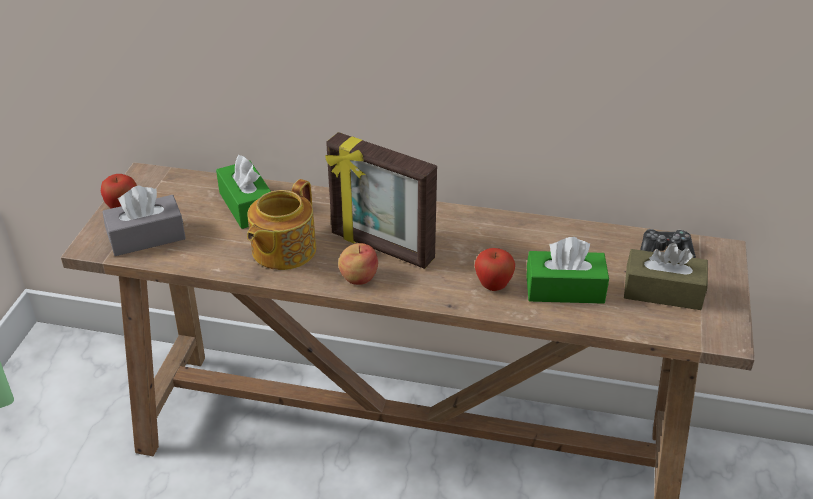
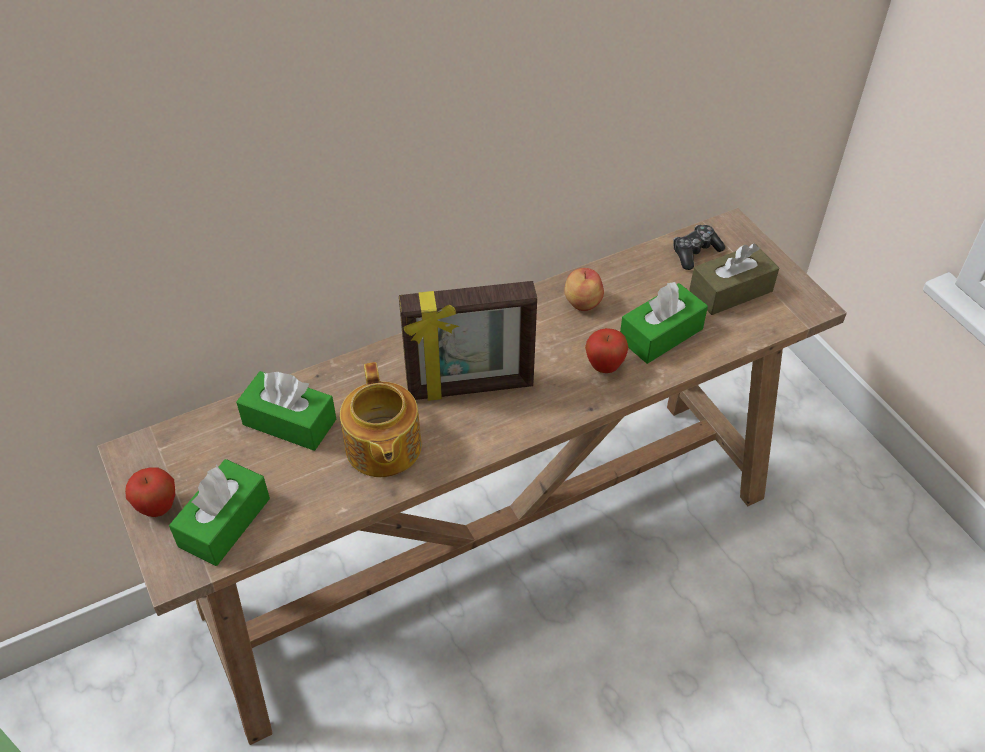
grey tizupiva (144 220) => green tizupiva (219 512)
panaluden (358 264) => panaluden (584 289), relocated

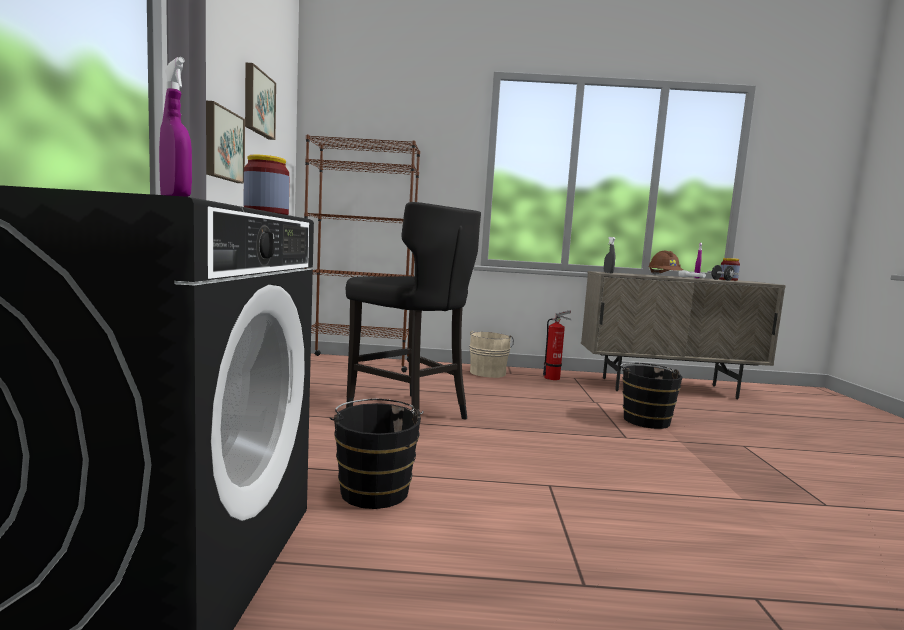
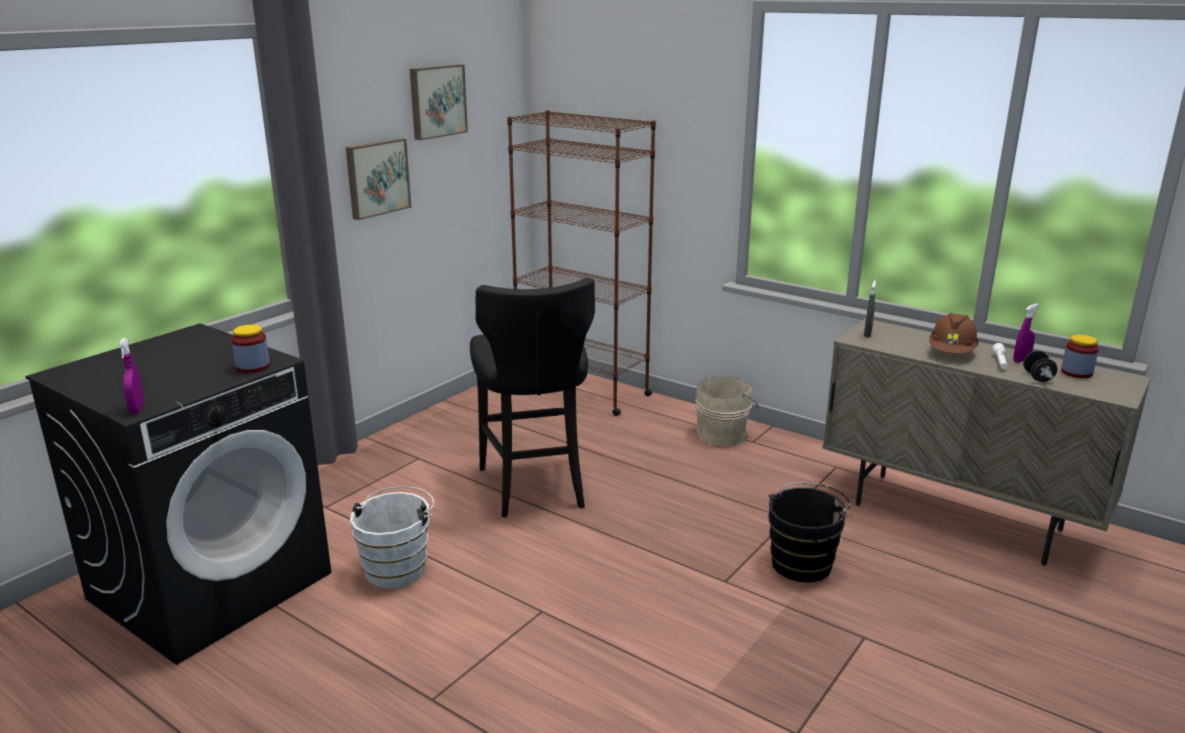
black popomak (377 454) => white popomak (392 537)
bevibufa (557 345) => nothing

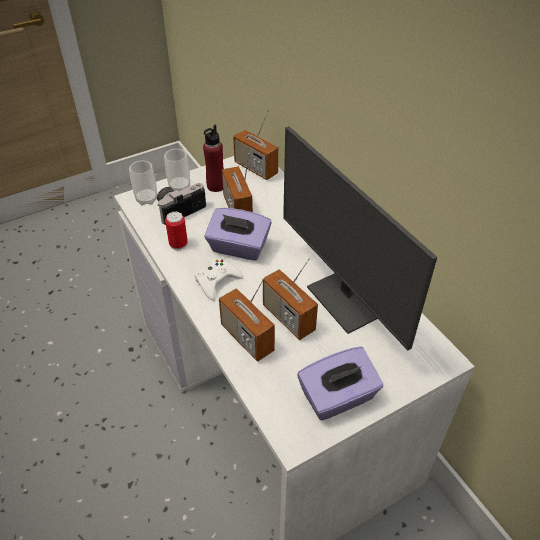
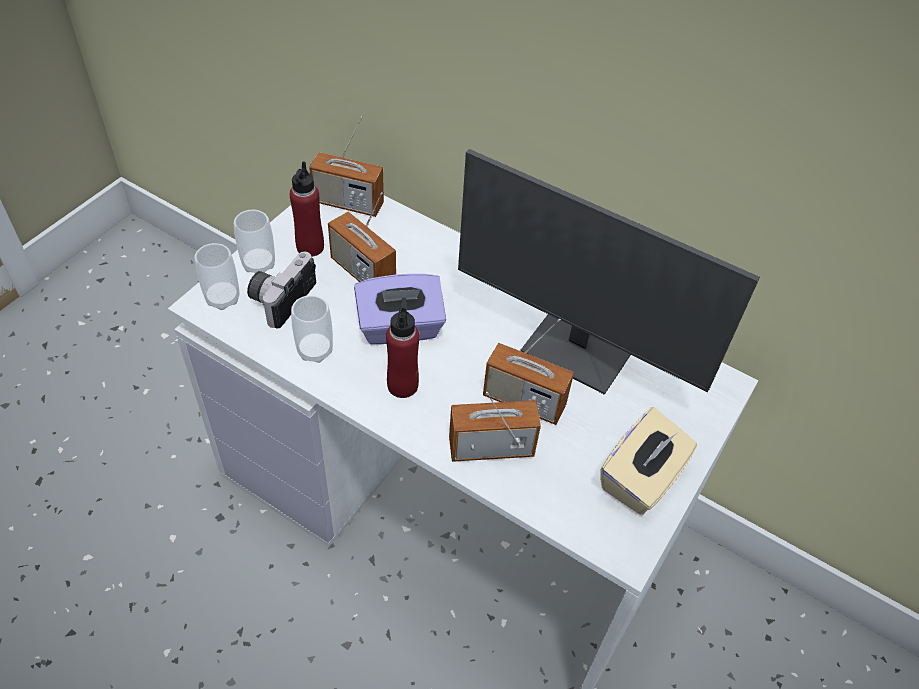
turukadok (176 230) => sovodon (312 329)
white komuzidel (219 279) => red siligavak (402 348)
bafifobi (247 320) => bafifobi (495 427), 150 degrees clockwise
purple tizupiva (340 384) => beige tizupiva (648 461)

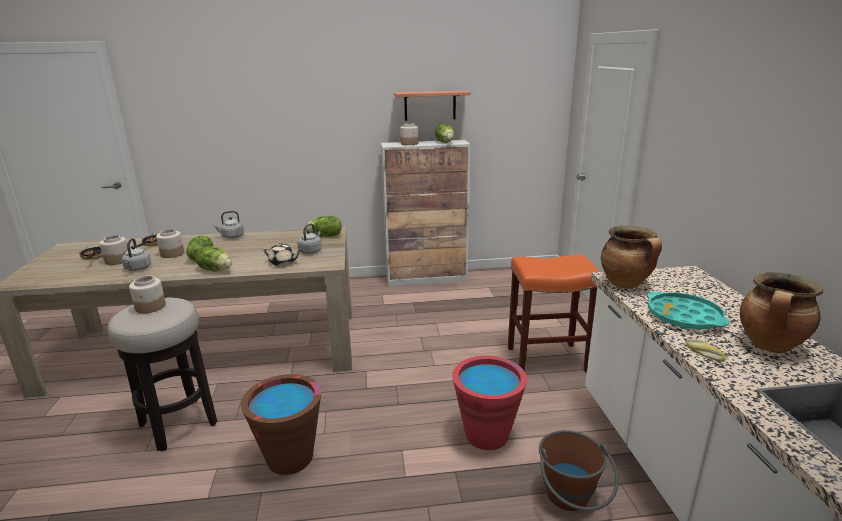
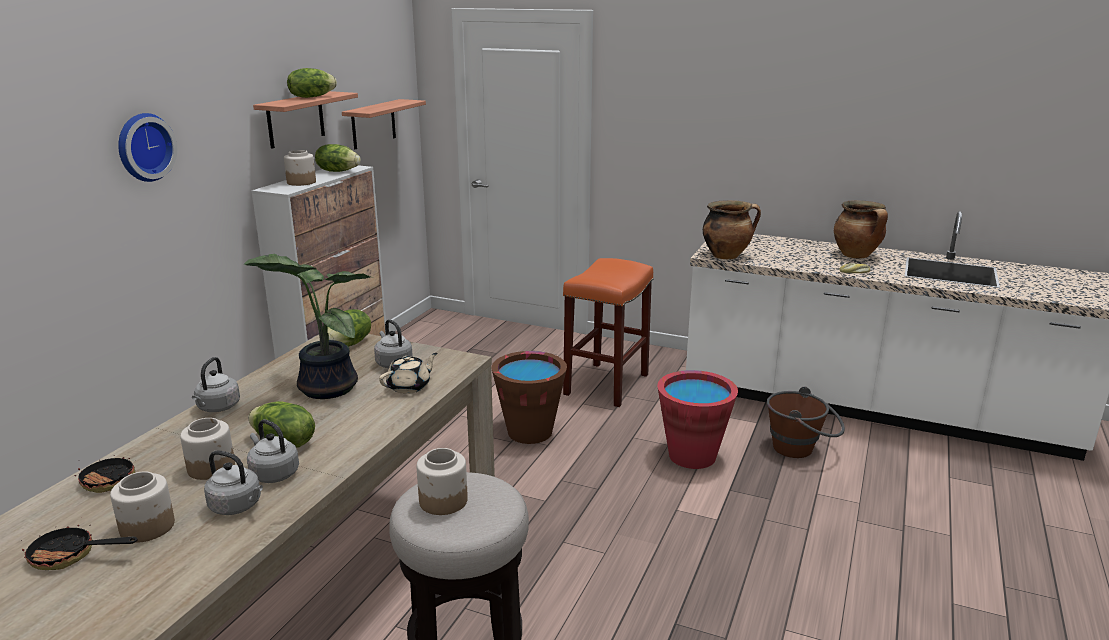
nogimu (213 259) => nogimu (312 83), relocated
brown popomak (281 424) => brown popomak (529 397), relocated
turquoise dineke (688 310) => nothing
nothing => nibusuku (147 147)
nothing => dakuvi (307 326)
nothing => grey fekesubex (273 451)
nothing => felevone (384 124)

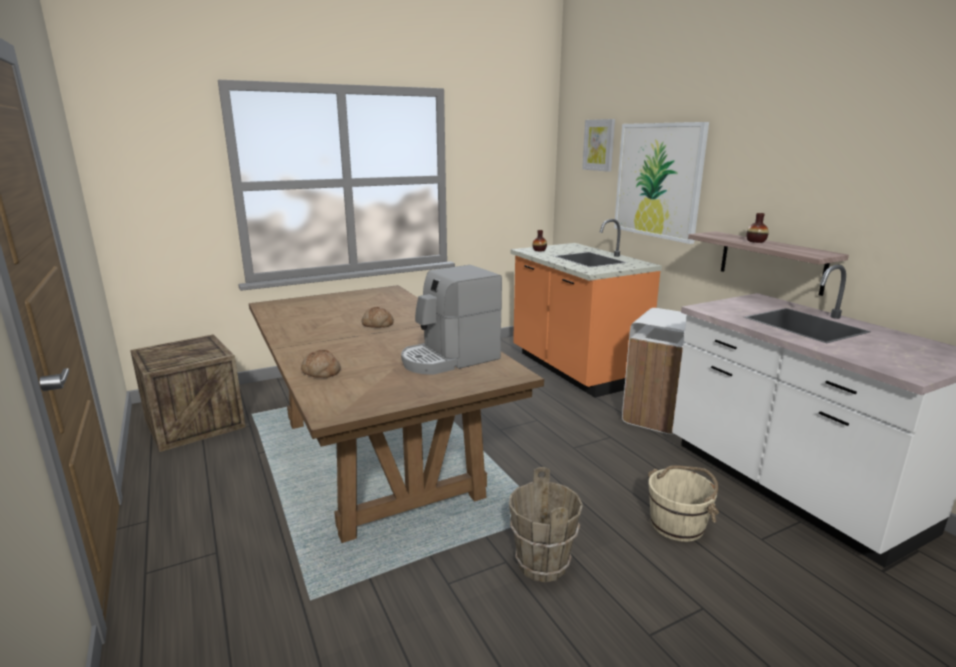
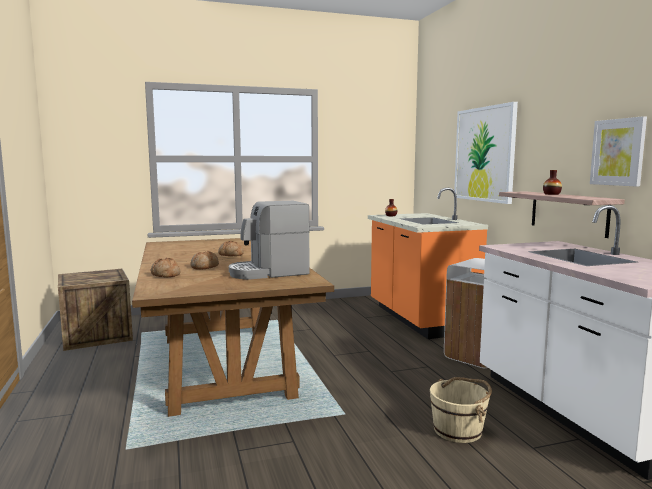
brown popomak (546 524) => nothing
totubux (598 145) => totubux (618 151), relocated
nothing => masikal (204 260)

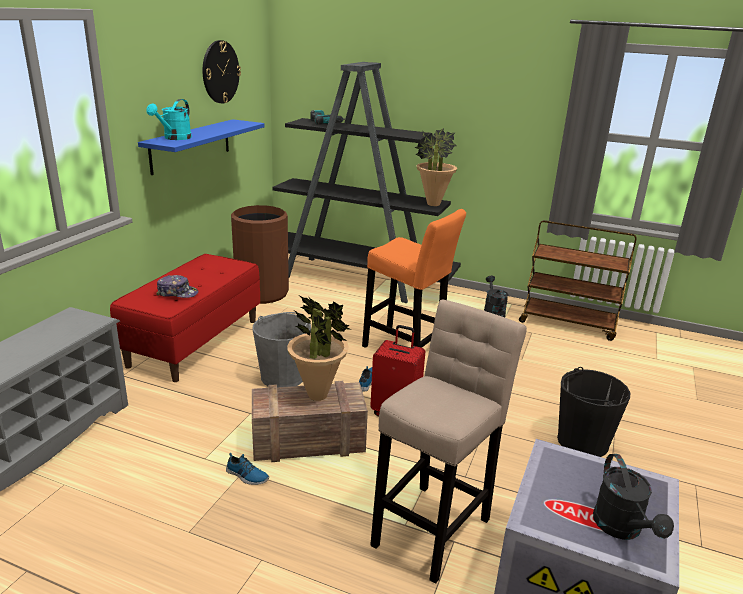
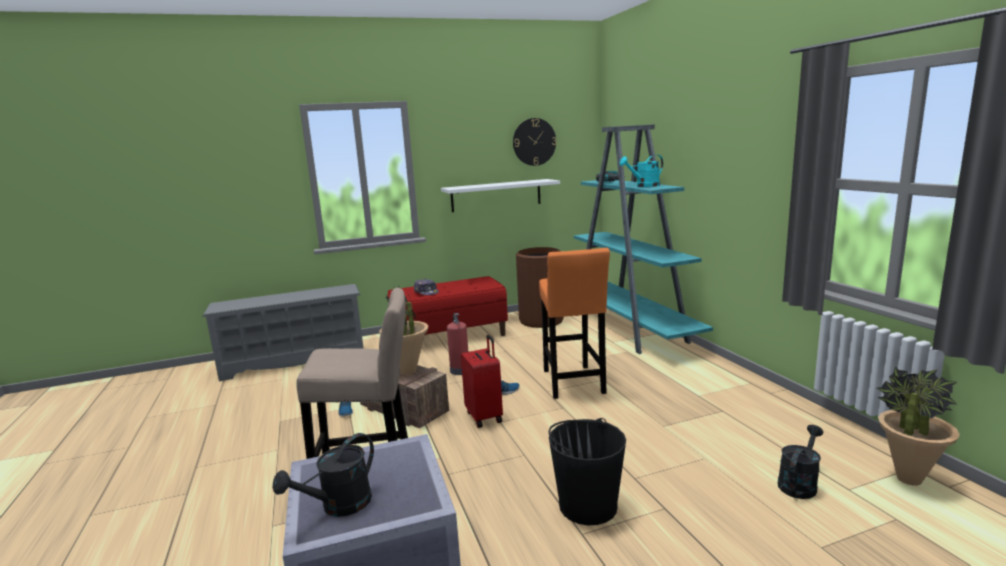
blue felevone (201 147) => white felevone (500 195)
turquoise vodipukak (169 119) => turquoise vodipukak (641 171), relocated
grey popomak (282 349) => bevibufa (457 344)
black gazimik (366 182) => turquoise gazimik (643 239)
dakuvi (435 167) => dakuvi (918 426), relocated
black vodipukak (496 296) => black vodipukak (801 462), relocated
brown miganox (577 280) => nothing

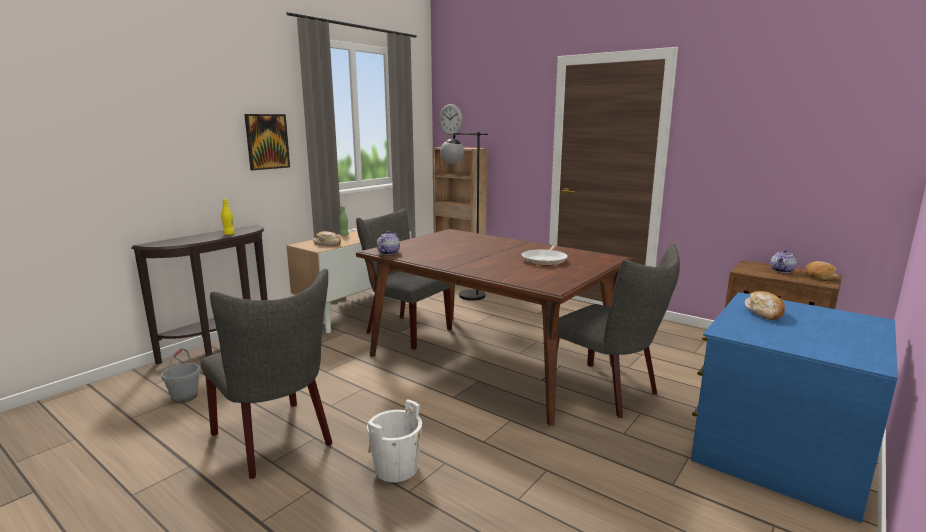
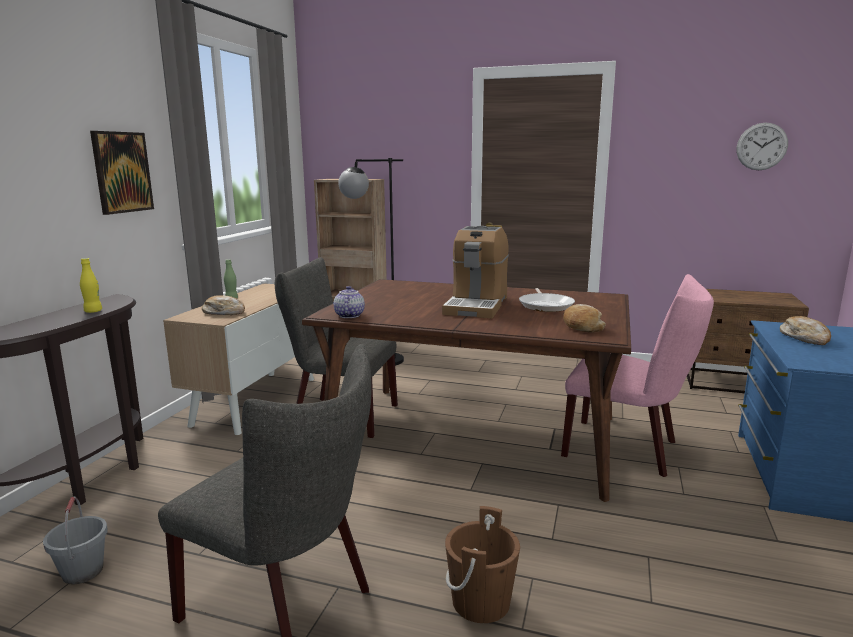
white popomak (394 440) => brown popomak (482 564)
nibusuku (451 119) => nibusuku (762 146), relocated
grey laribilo (618 331) => pink laribilo (637 375)
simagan (784 261) => nothing
masikal (822 271) => masikal (584 318), relocated
nothing => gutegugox (475 272)

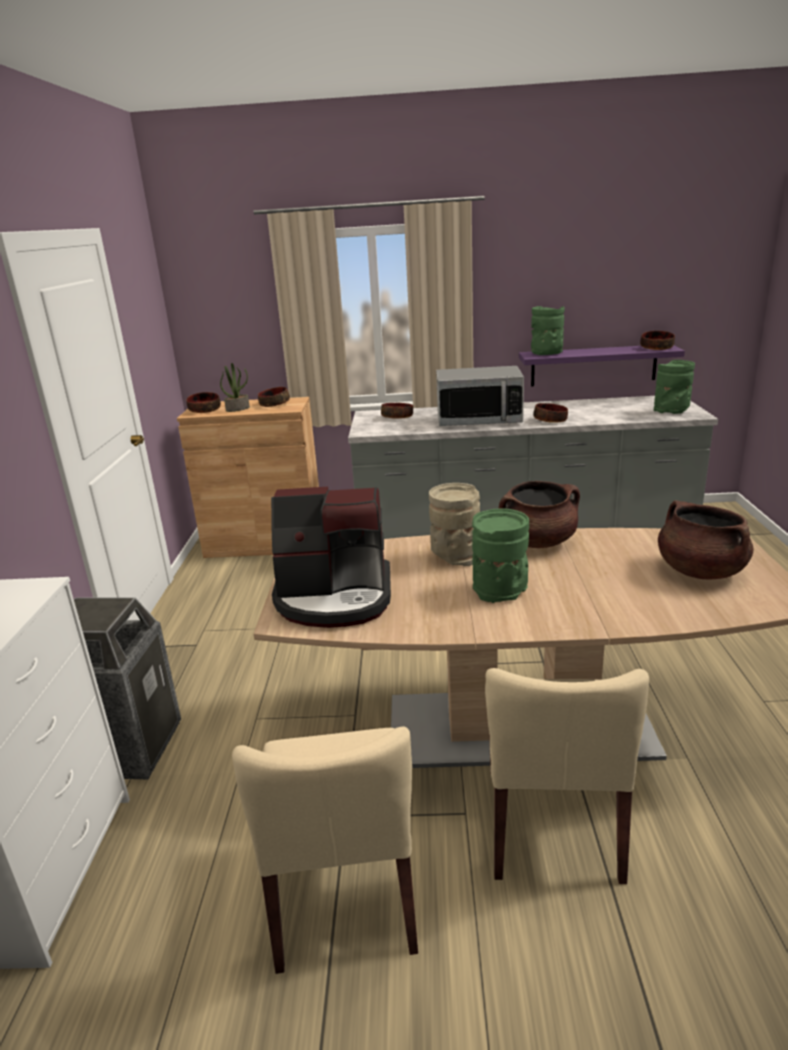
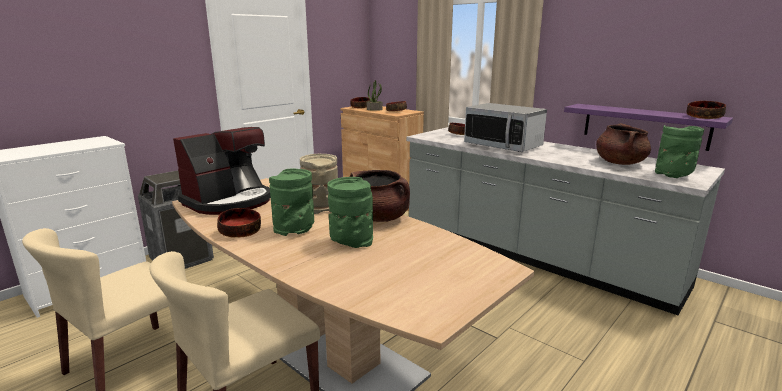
gutegugox (331 557) => gutegugox (222 171), 90 degrees counterclockwise
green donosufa (548 330) => green donosufa (350 212), relocated
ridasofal (550 413) => ridasofal (239 223), relocated
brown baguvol (706 540) => brown baguvol (623 144), relocated

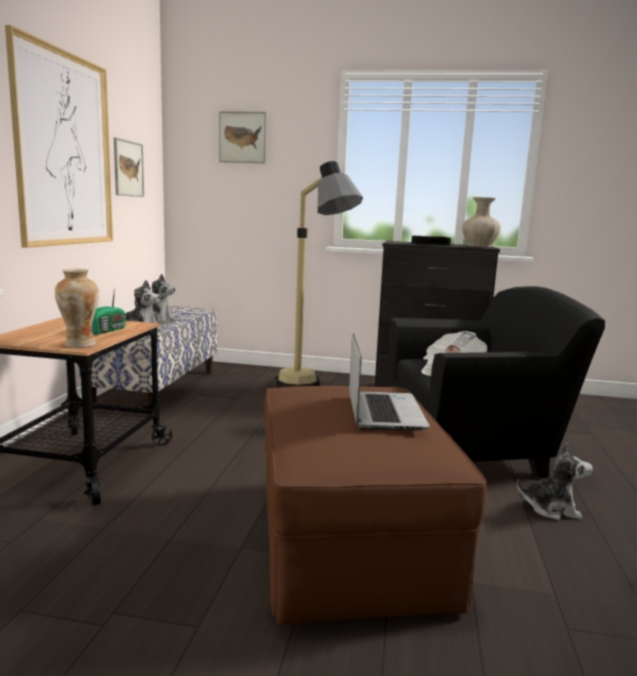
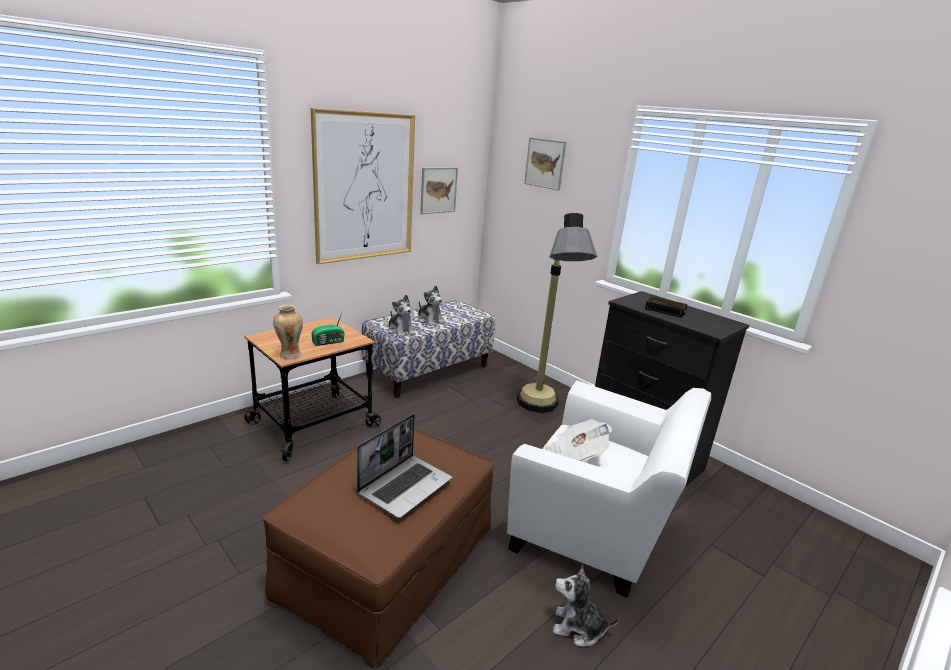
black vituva (496 382) => white vituva (609 489)
beige donosufa (481 222) => nothing
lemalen (555 481) => lemalen (586 605), 150 degrees clockwise

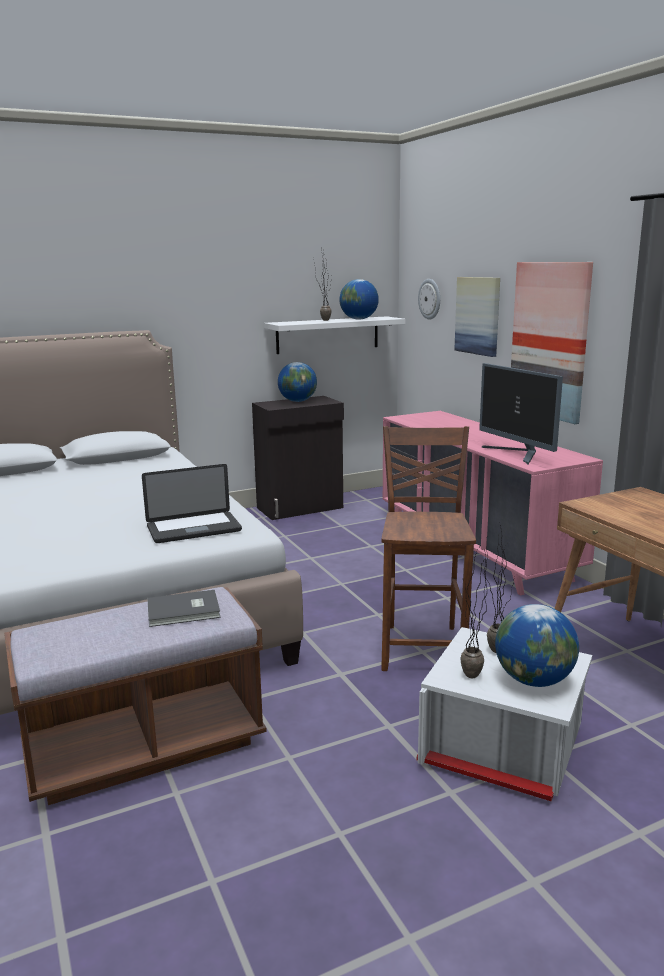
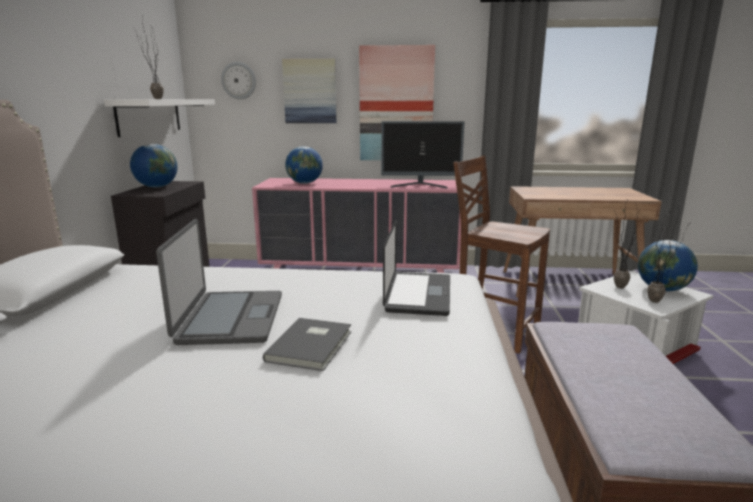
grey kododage (184 608) => grey kododage (307 344), relocated
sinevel (359 299) => sinevel (304 165), relocated
nothing => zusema (219 282)

